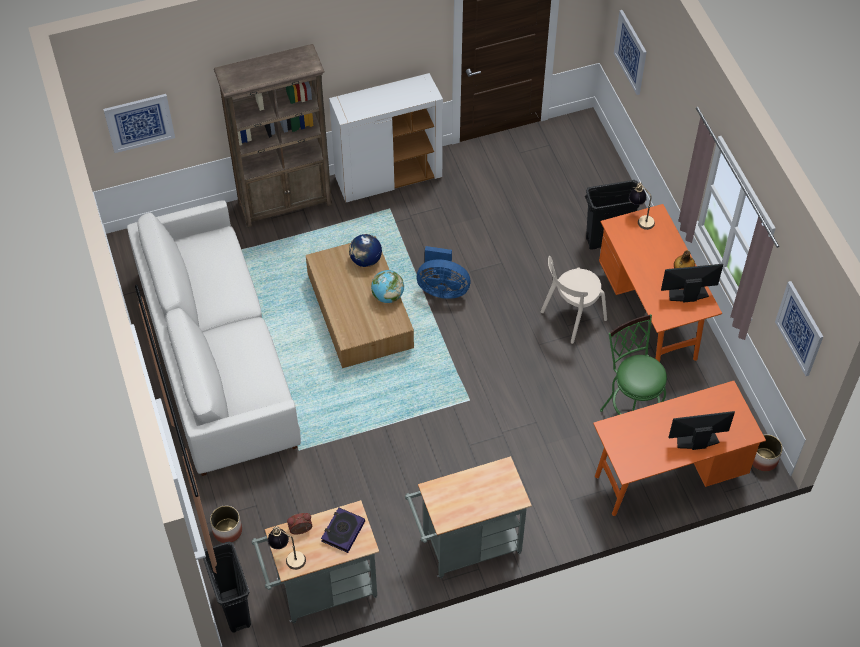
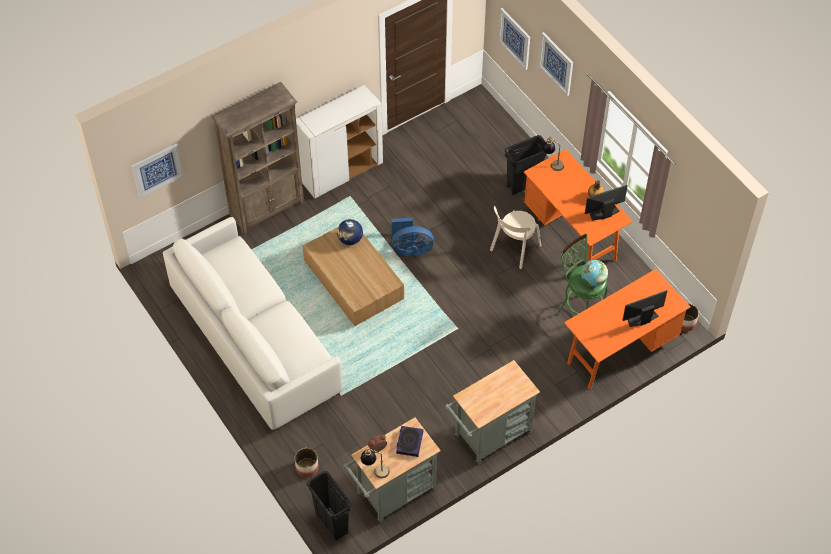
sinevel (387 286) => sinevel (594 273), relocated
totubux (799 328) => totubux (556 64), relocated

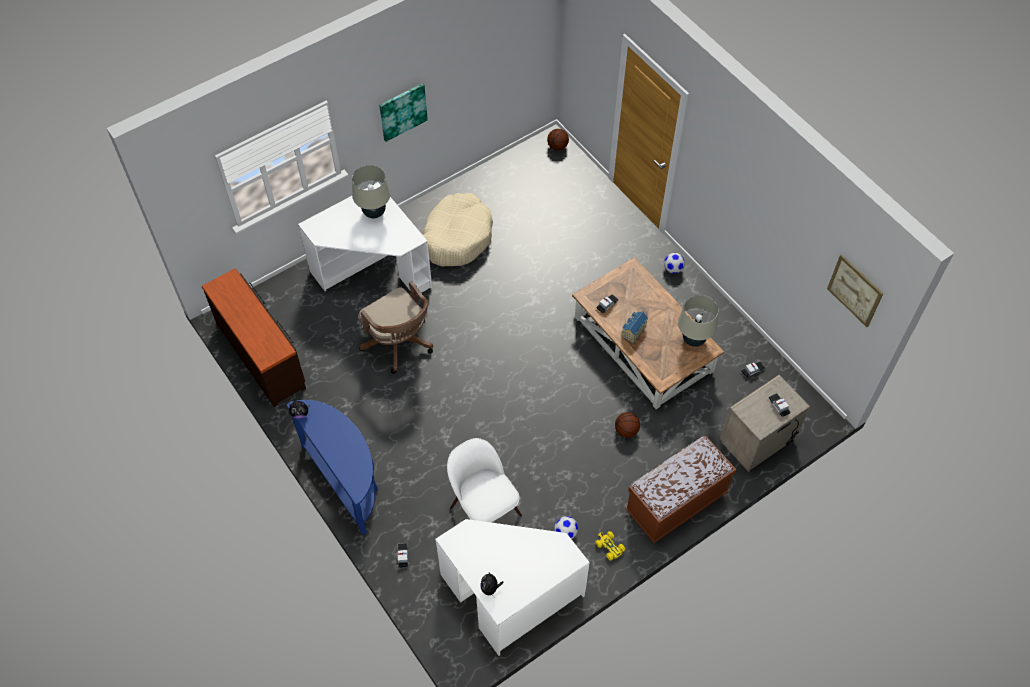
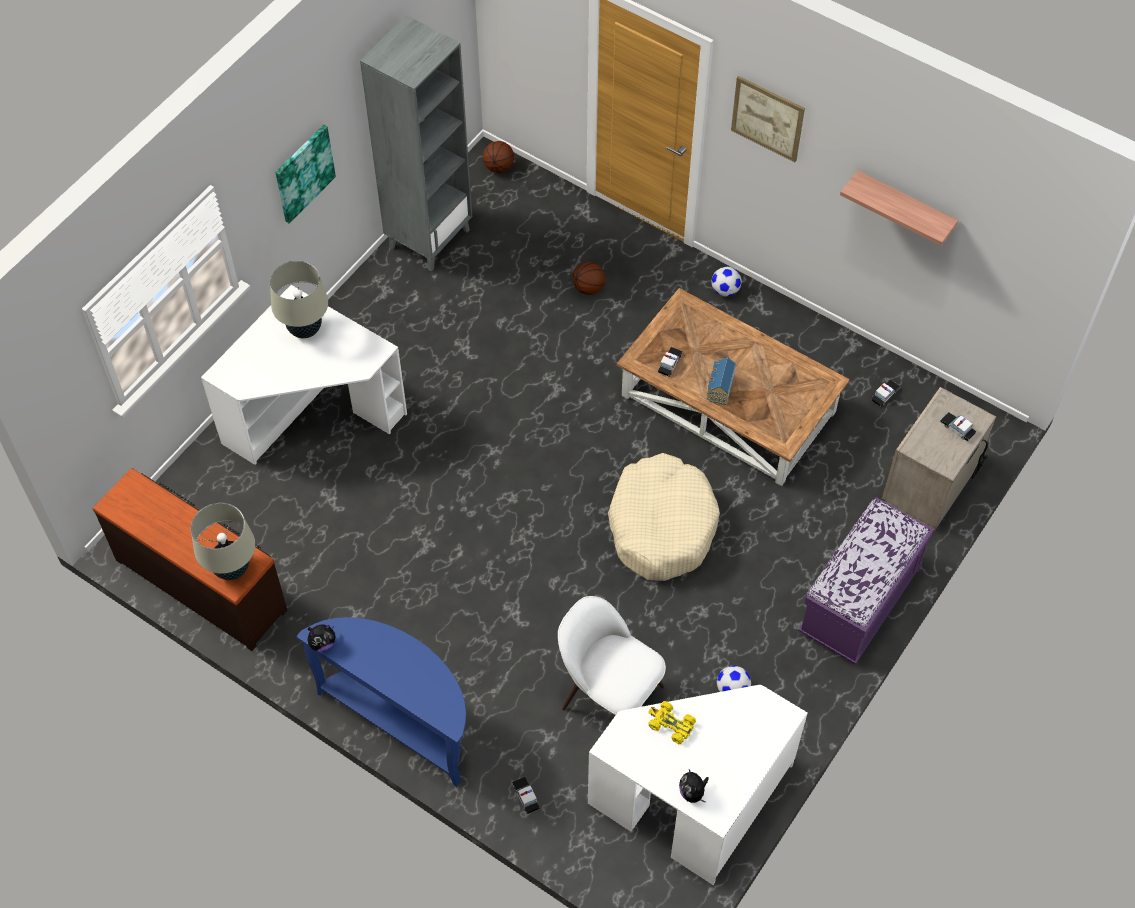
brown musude (395 327) => nothing
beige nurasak (458 229) => beige nurasak (664 517), relocated
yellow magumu (610 546) => yellow magumu (672 722), relocated
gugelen (627 425) => gugelen (589 278), relocated
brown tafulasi (681 489) => purple tafulasi (866 580)
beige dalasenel (698 321) => beige dalasenel (223 541), relocated
totubux (855 290) => totubux (768 119), relocated
nothing => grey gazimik (416 143)
nothing => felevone (899 208)

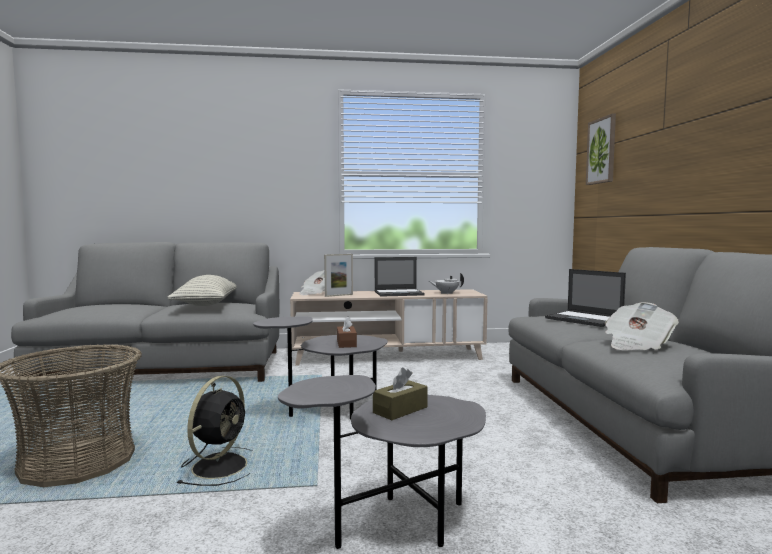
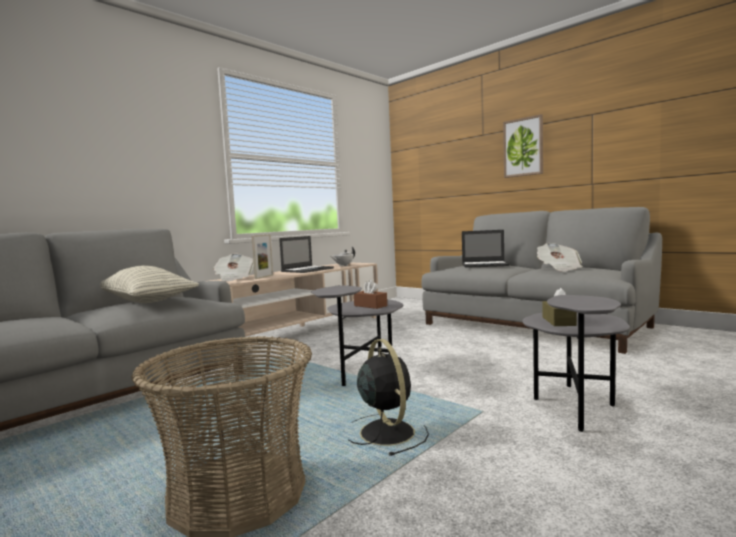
totubux (601 149) => totubux (523 146), relocated

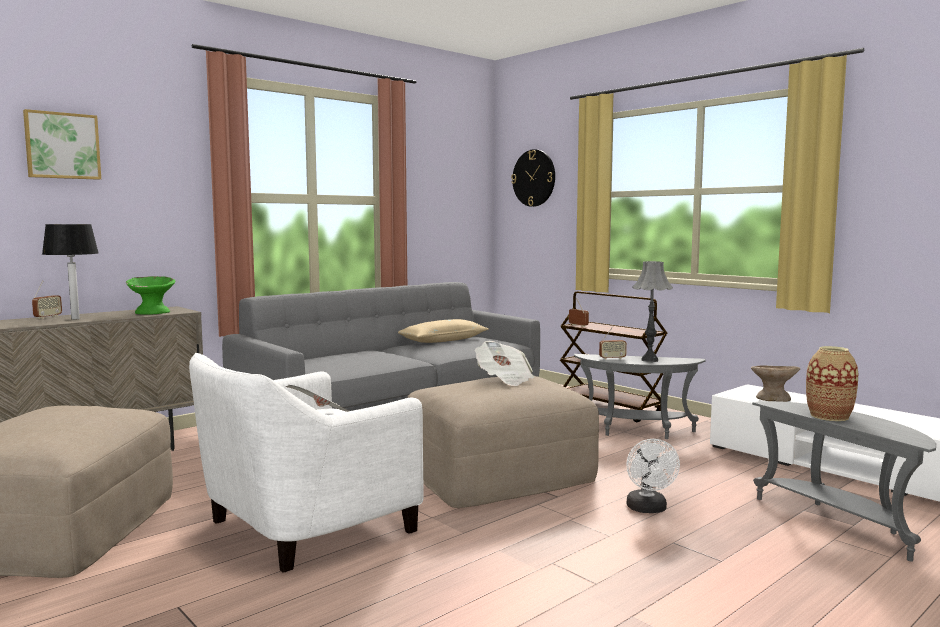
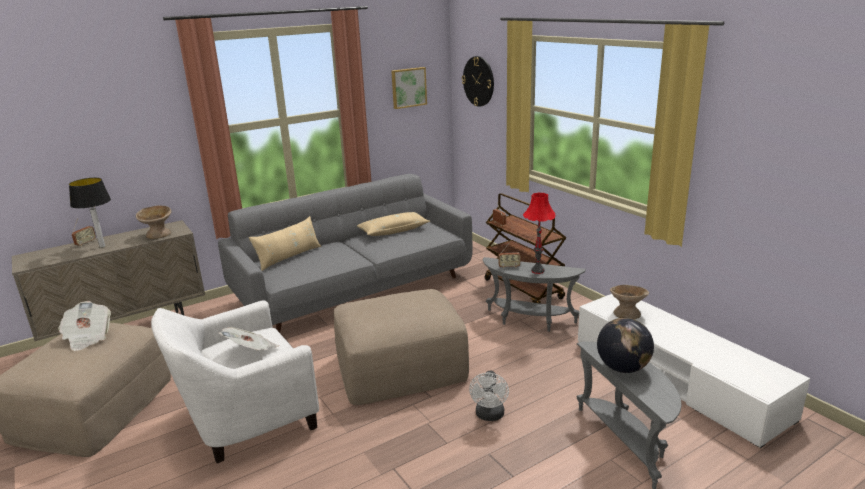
totubux (62 144) => totubux (409 88), relocated
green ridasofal (150 295) => beige ridasofal (153 222)
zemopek (505 363) => zemopek (84 326), relocated
grey dalasenel (652 311) => red dalasenel (539 233)
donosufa (832 383) => sinevel (625 345)
nothing => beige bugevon (285 243)

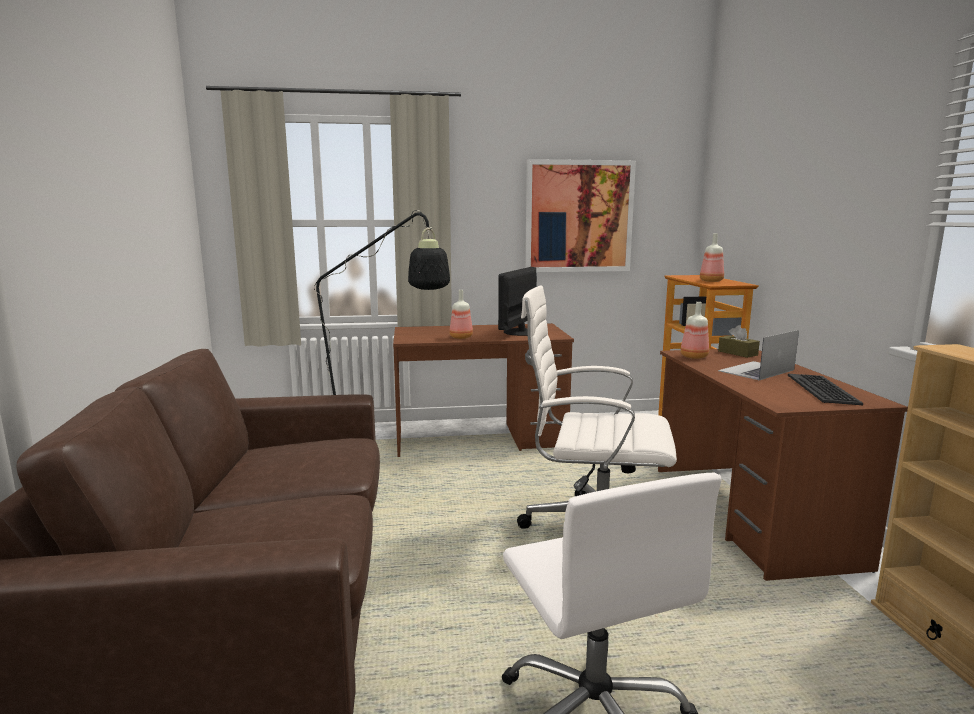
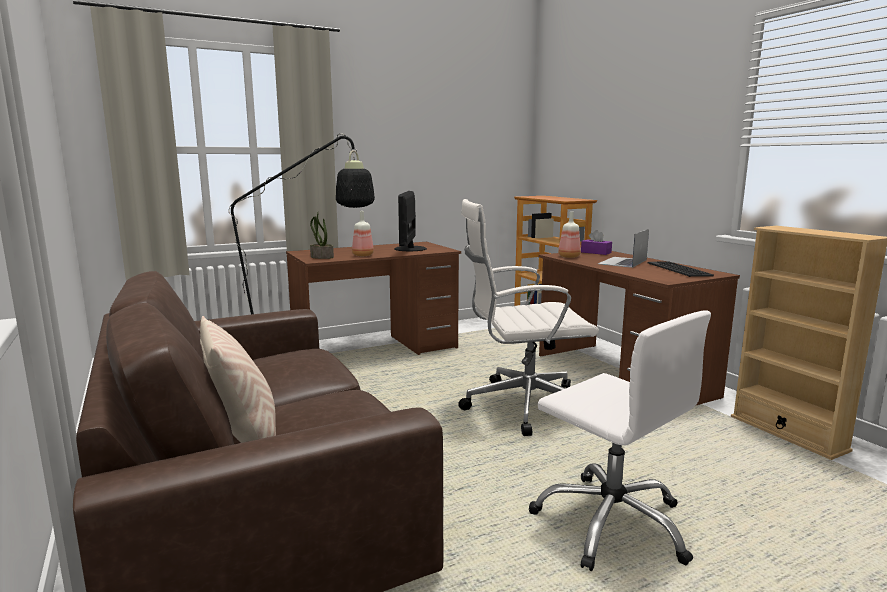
totubux (580 215) => nothing
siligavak (712 257) => nothing
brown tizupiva (739 341) => purple tizupiva (596 242)
nothing => beige bugevon (238 379)
nothing => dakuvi (322 235)

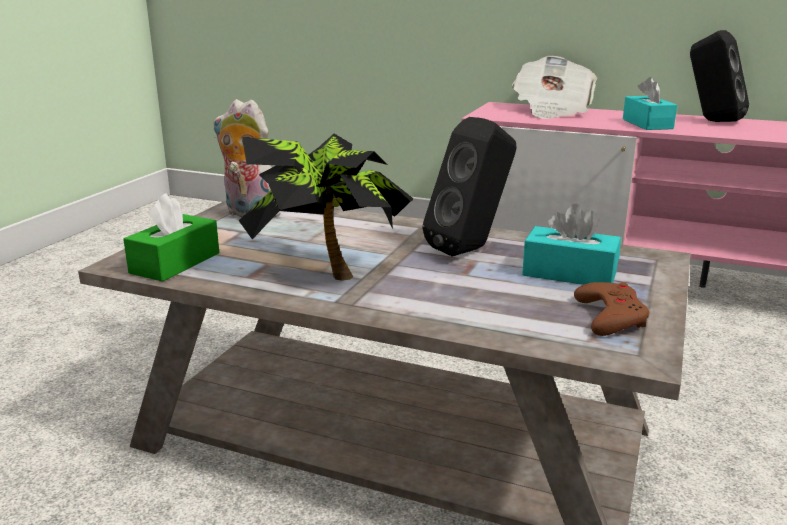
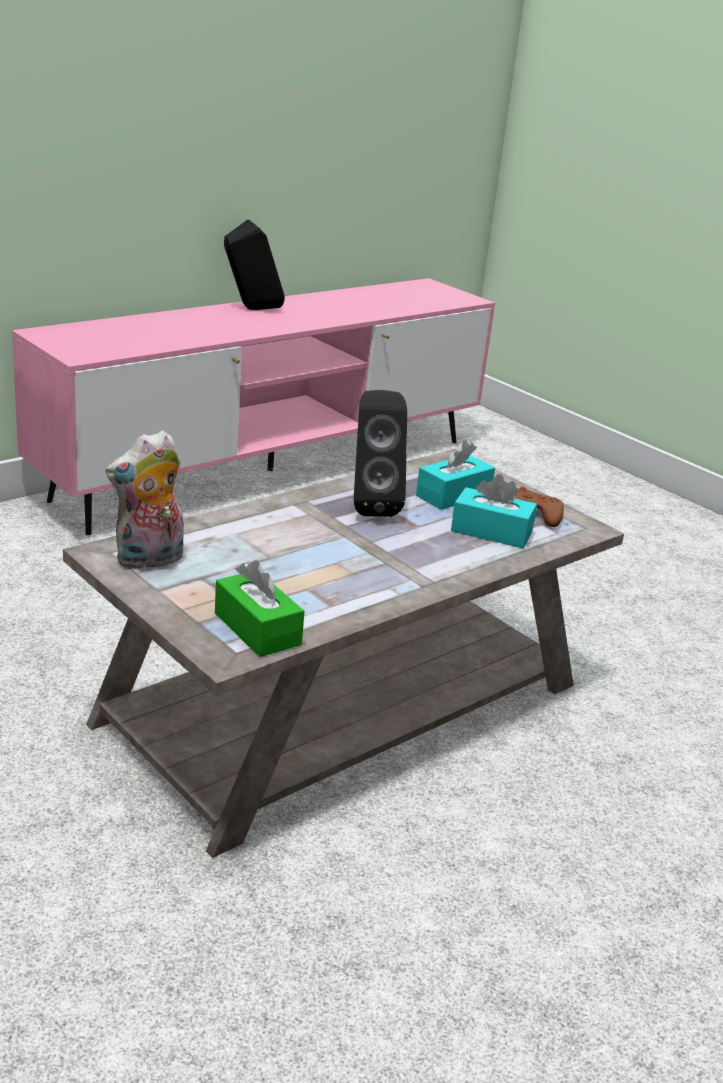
dakuvi (326 207) => nothing
zemopek (554 87) => nothing
turquoise tizupiva (650 103) => turquoise tizupiva (494 511), relocated

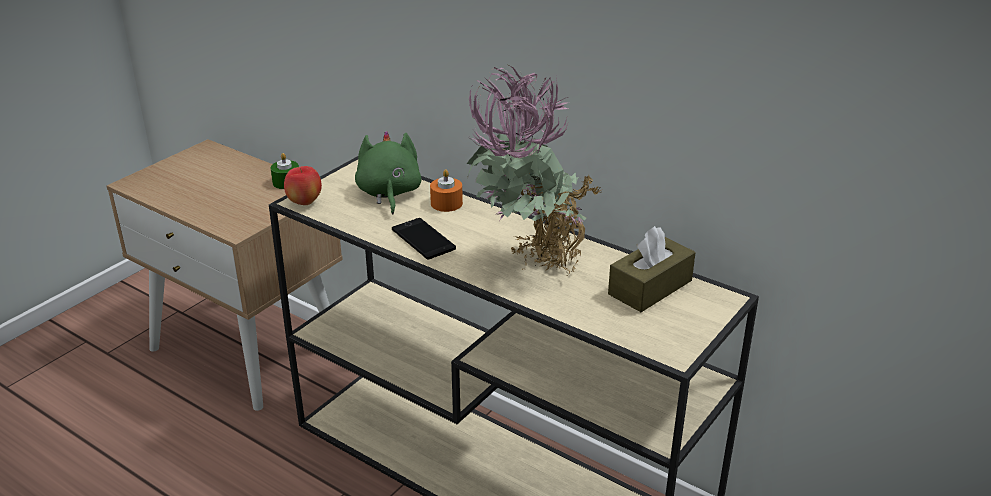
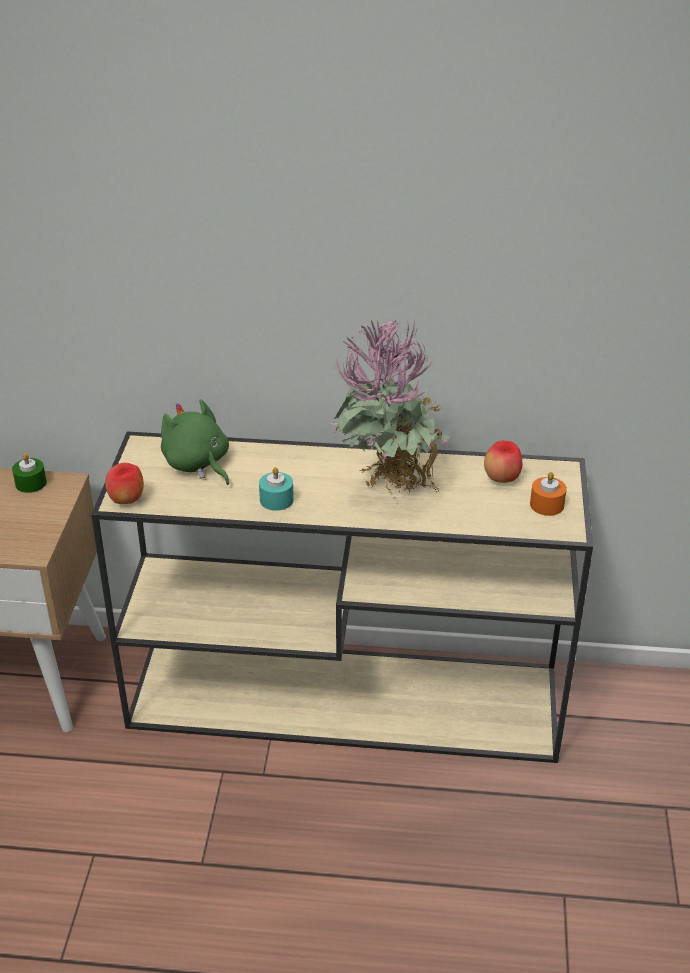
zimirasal (424 238) => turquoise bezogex (276 489)
orange bezogex (446 190) => orange bezogex (548 494), relocated
brown tizupiva (652 269) => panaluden (503 462)

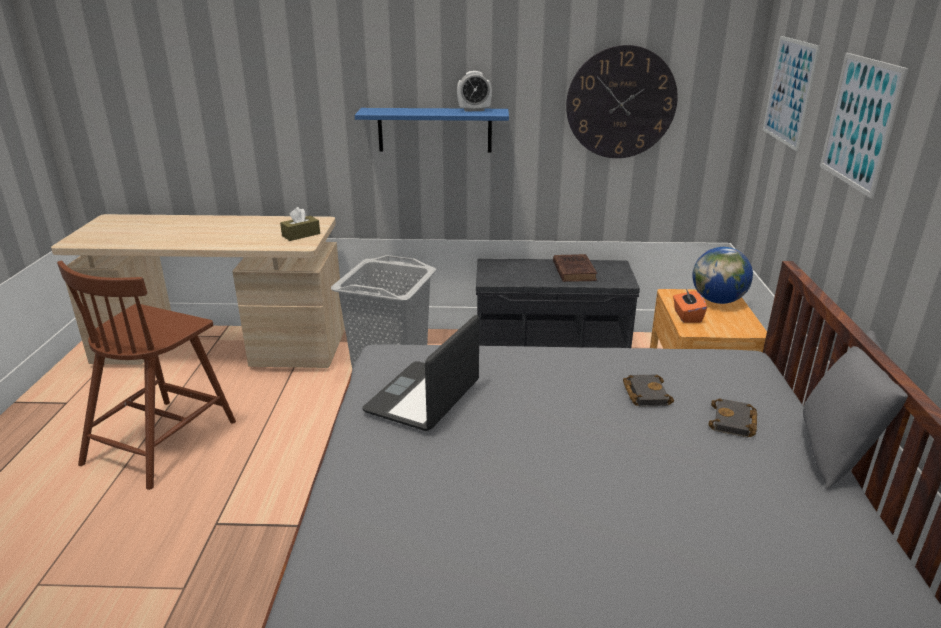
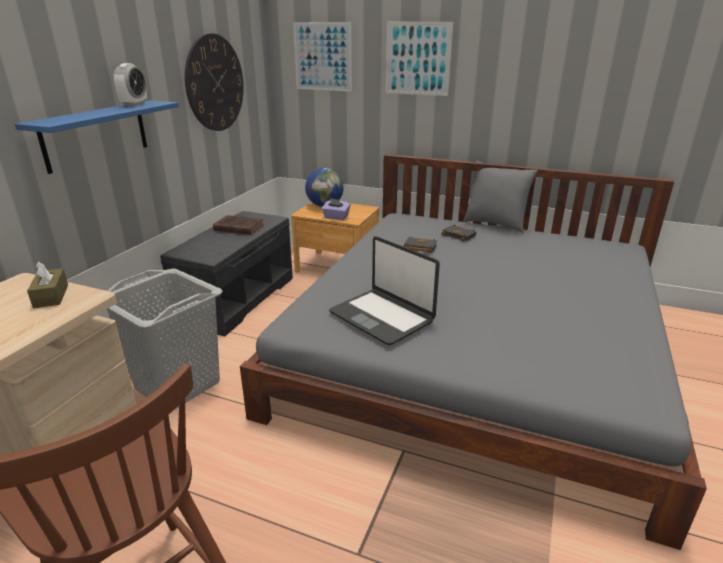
orange tizupiva (690 306) => purple tizupiva (336 209)

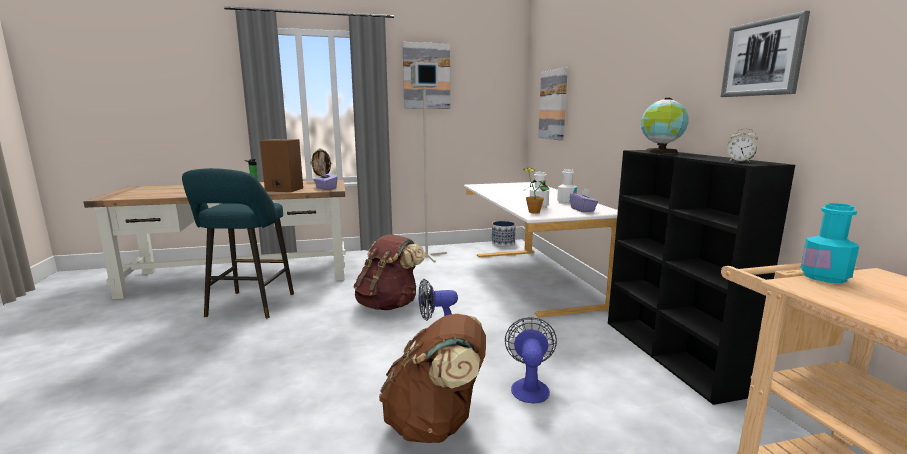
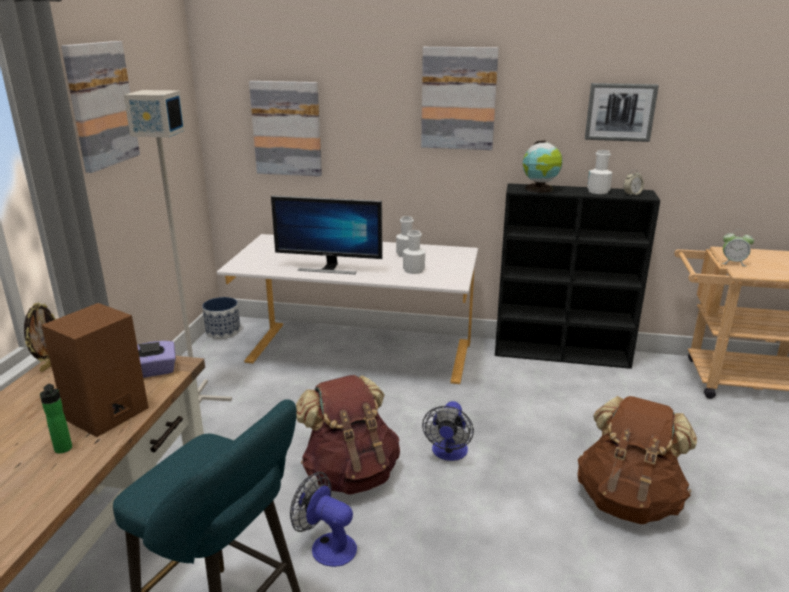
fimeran (531 360) => fimeran (323 519), relocated
dakuvi (536 191) => nothing
purple tizupiva (584 200) => nothing
turquoise siligavak (830 243) => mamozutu (737 248)
nothing => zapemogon (327 235)
nothing => totubux (460 98)
nothing => white siligavak (599 172)

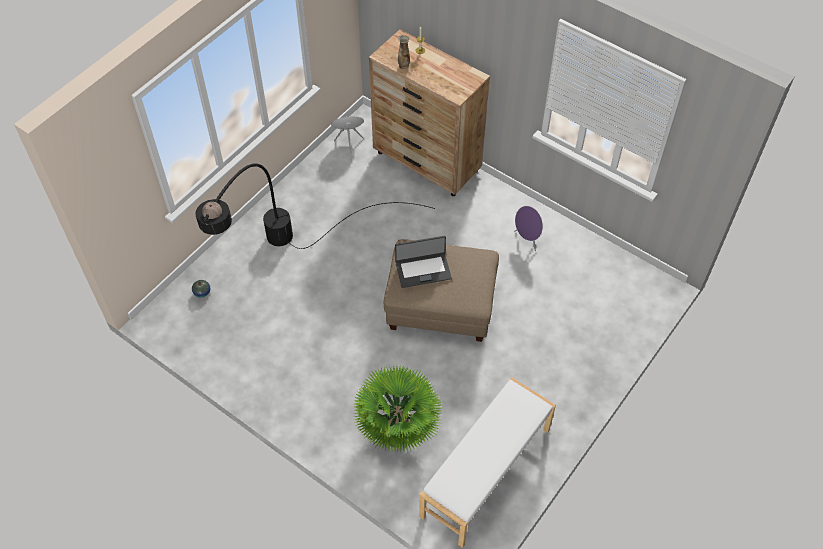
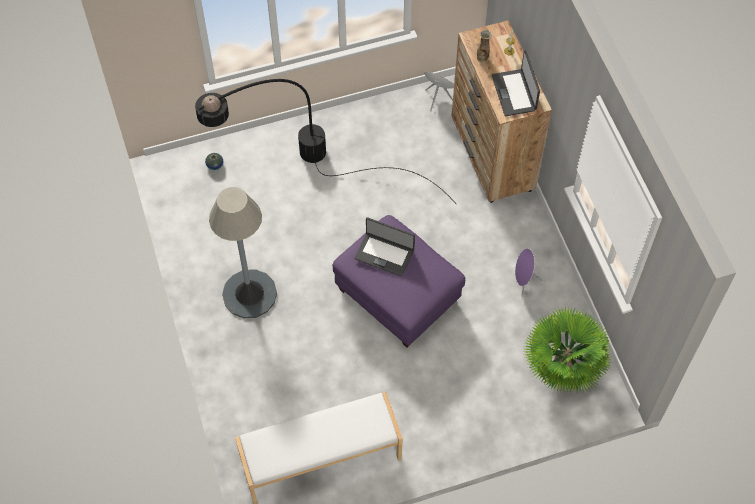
dakuvi (397 408) => dakuvi (567 349), relocated
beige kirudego (441 290) => purple kirudego (398 281)
nothing => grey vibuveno (243 252)
nothing => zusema (516 83)

